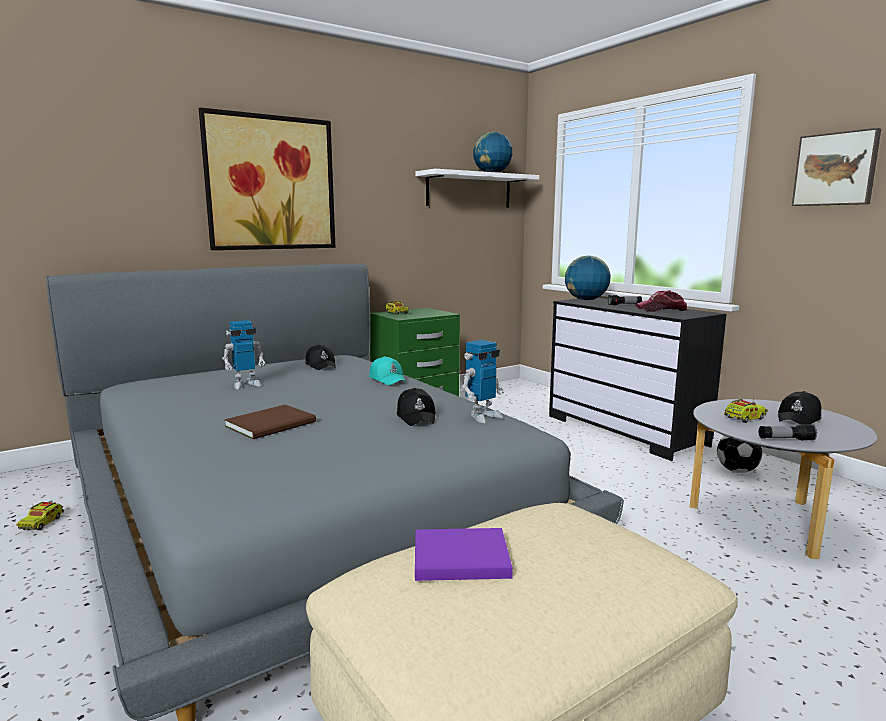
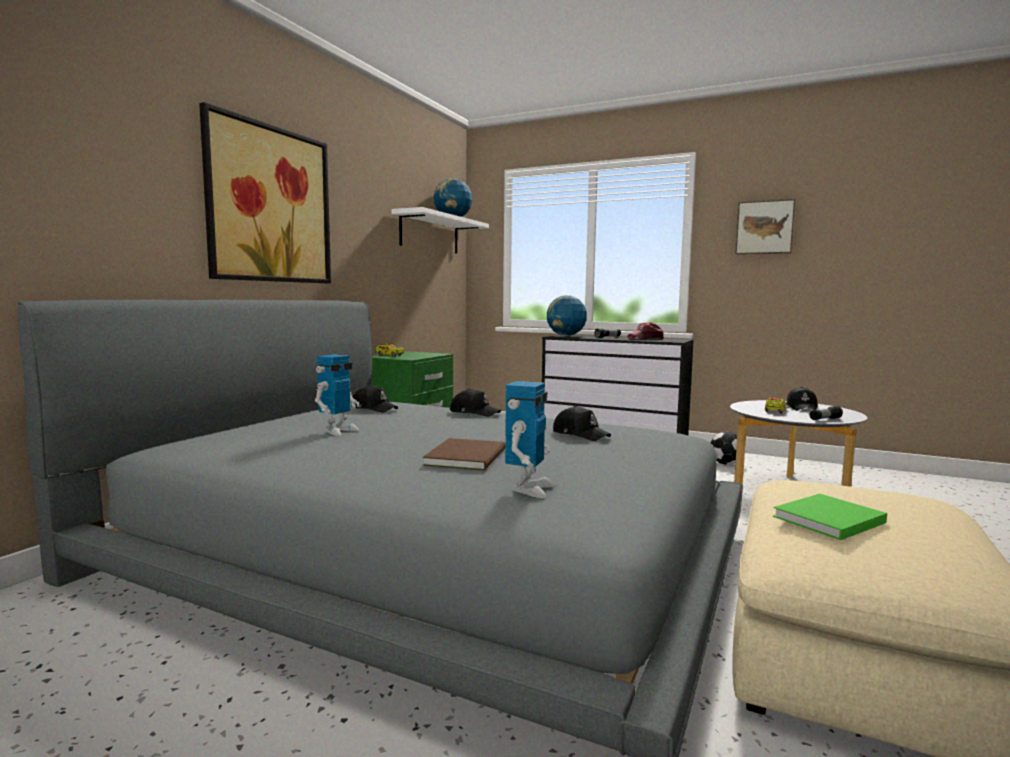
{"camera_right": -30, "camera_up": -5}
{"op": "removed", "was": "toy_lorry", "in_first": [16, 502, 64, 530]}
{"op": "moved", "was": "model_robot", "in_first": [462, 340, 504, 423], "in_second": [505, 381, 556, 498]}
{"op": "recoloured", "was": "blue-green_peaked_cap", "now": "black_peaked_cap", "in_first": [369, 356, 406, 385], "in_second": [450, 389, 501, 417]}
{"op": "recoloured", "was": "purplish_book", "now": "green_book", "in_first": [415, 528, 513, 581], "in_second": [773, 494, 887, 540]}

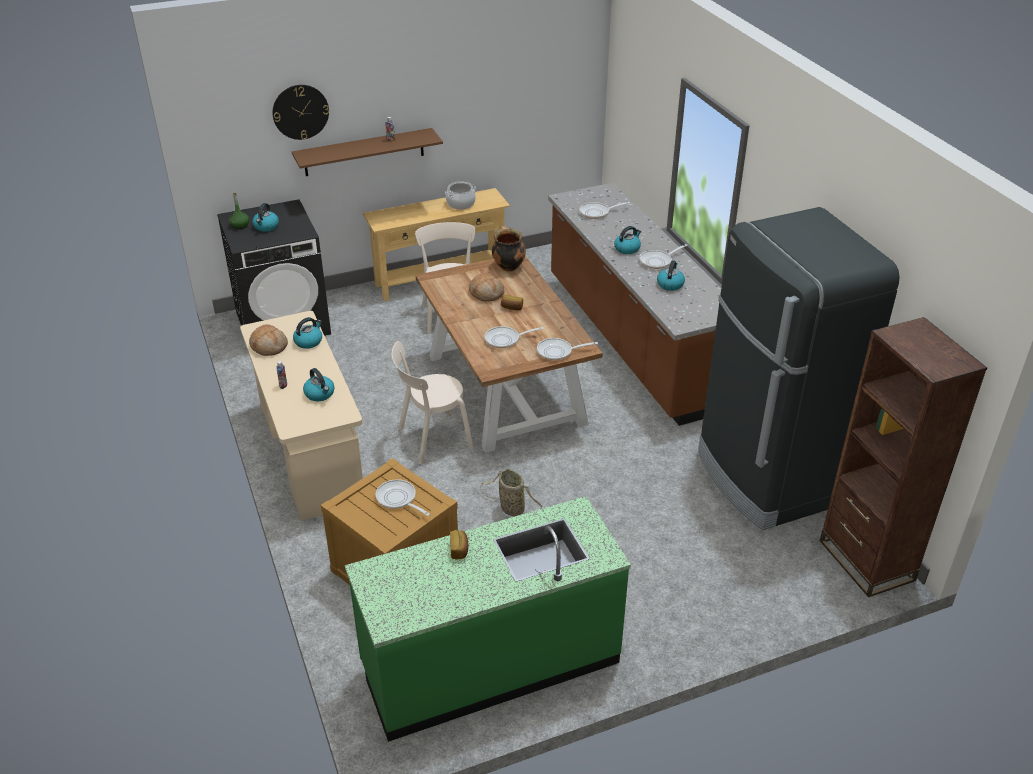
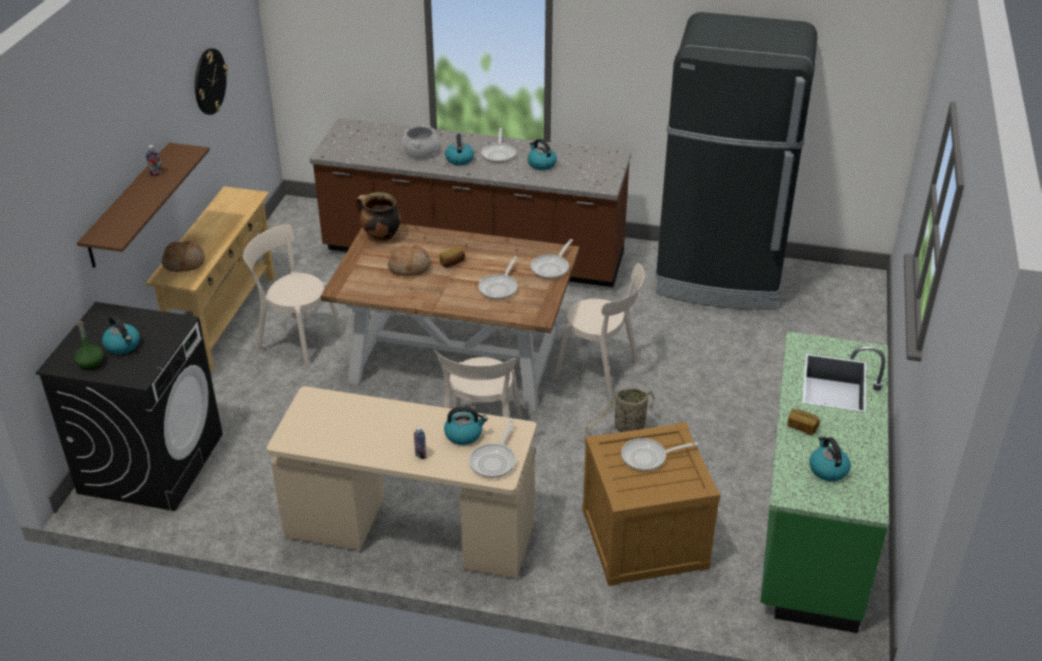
{"camera_right": -55, "camera_up": 0}
{"op": "removed", "was": "brownish_shelving_unit", "in_first": [820, 317, 987, 597]}
{"op": "added", "now": "beige_chair", "in_second": [554, 263, 645, 398]}
{"op": "moved", "was": "bakery_bread", "in_first": [249, 324, 288, 356], "in_second": [162, 240, 205, 272]}
{"op": "moved", "was": "wall_clock", "in_first": [272, 85, 329, 140], "in_second": [195, 48, 228, 115]}
{"op": "moved", "was": "kettle", "in_first": [293, 317, 322, 349], "in_second": [809, 436, 851, 481]}
{"op": "moved", "was": "saucepot", "in_first": [445, 181, 476, 209], "in_second": [402, 125, 438, 159]}
{"op": "moved", "was": "pan", "in_first": [579, 202, 630, 219], "in_second": [469, 419, 516, 478]}

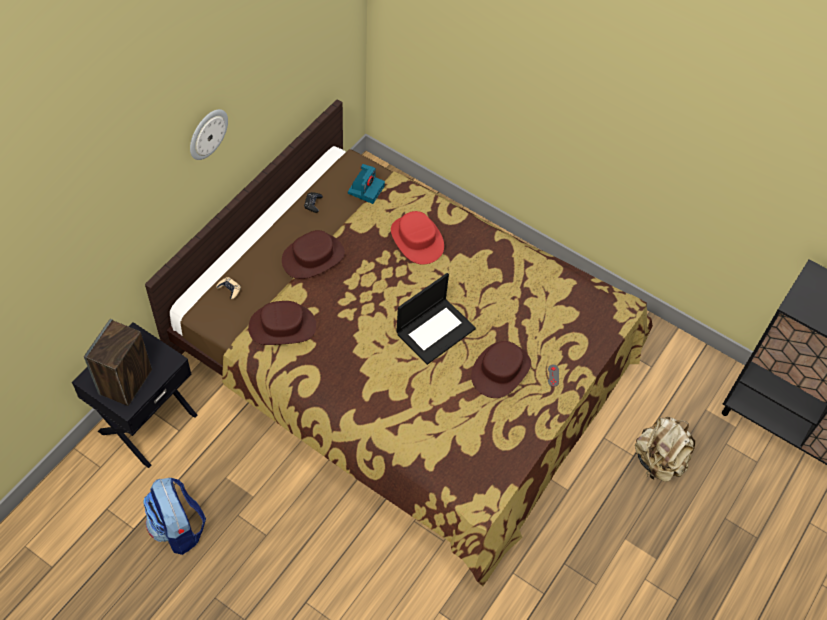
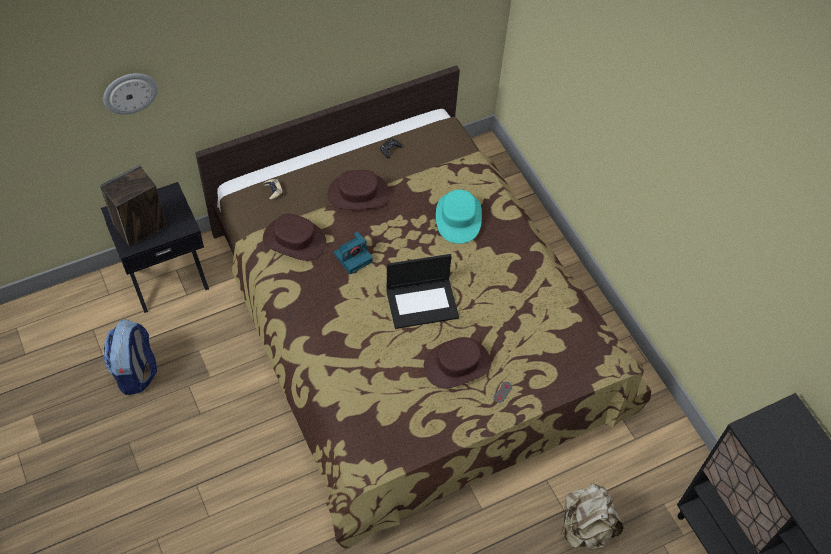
{"camera_right": 30, "camera_up": 0}
{"op": "moved", "was": "wall_clock", "in_first": [190, 109, 228, 160], "in_second": [103, 73, 158, 115]}
{"op": "moved", "was": "photo_camera", "in_first": [348, 164, 385, 204], "in_second": [334, 232, 373, 274]}
{"op": "recoloured", "was": "red-coloured_hat", "now": "blue-green_hat", "in_first": [391, 211, 444, 265], "in_second": [436, 190, 482, 244]}

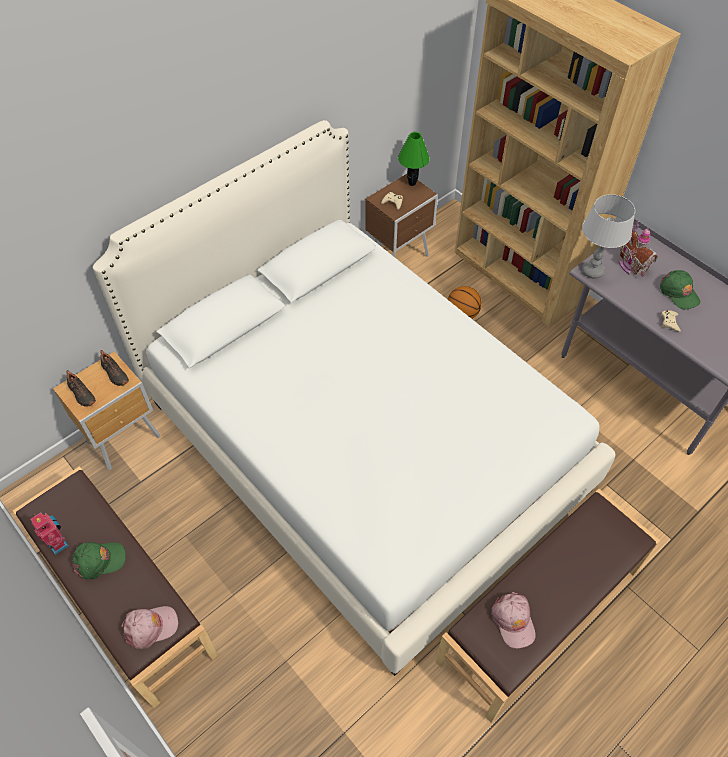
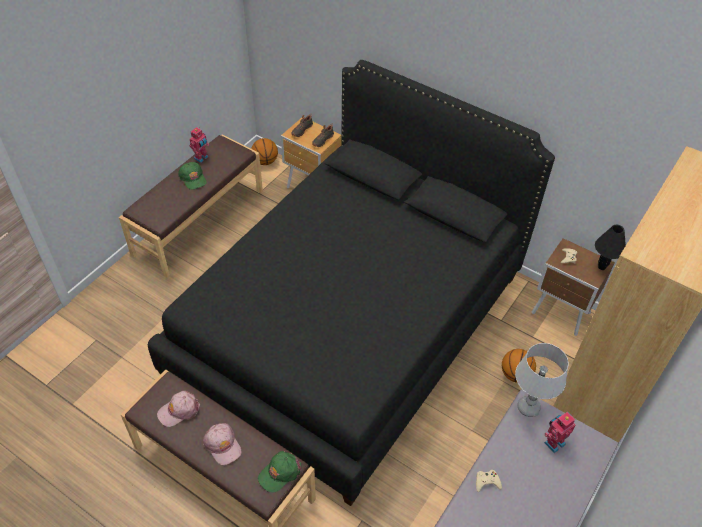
{"camera_right": 75, "camera_up": -5}
{"op": "added", "now": "ball_for_basketball", "in_second": [251, 138, 278, 165]}
{"op": "moved", "was": "pinkish_peaked_cap", "in_first": [121, 606, 178, 649], "in_second": [203, 423, 242, 465]}
{"op": "moved", "was": "green_peaked_cap", "in_first": [660, 270, 700, 309], "in_second": [258, 451, 301, 493]}
{"op": "replaced", "was": "model_house", "now": "model_robot", "in_first": [618, 220, 658, 277], "in_second": [544, 412, 575, 453]}
{"op": "recoloured", "was": "white-coloured_sleeping_bed", "now": "black_sleeping_bed", "in_first": [93, 120, 615, 676], "in_second": [148, 60, 555, 506]}
{"op": "recoloured", "was": "green_table_lamp", "now": "black_table_lamp", "in_first": [398, 132, 429, 186], "in_second": [595, 224, 626, 270]}

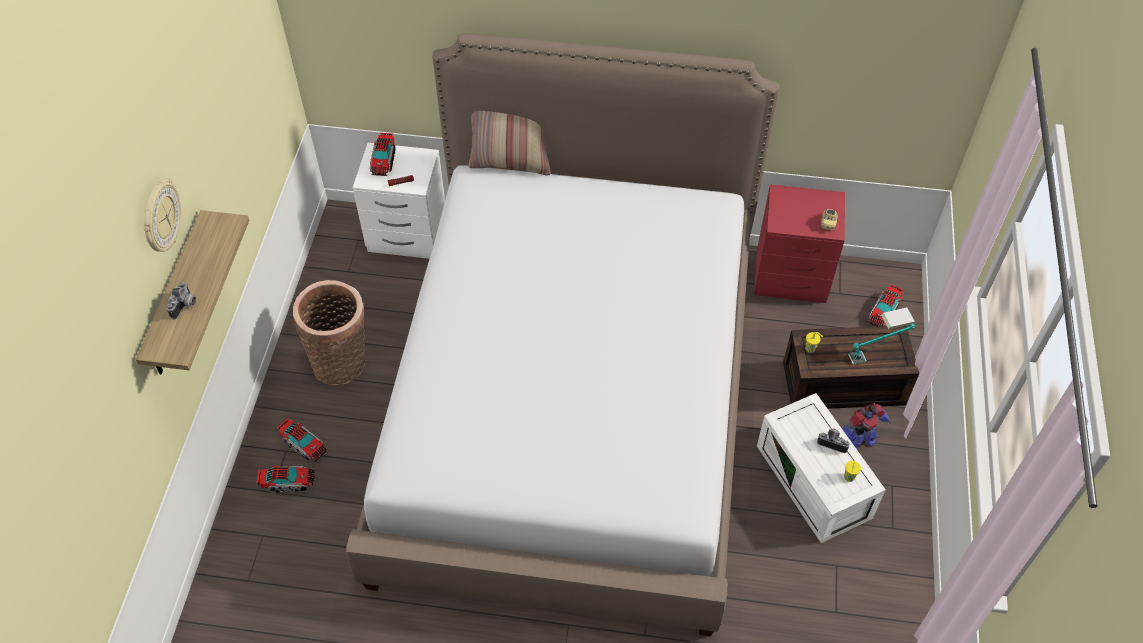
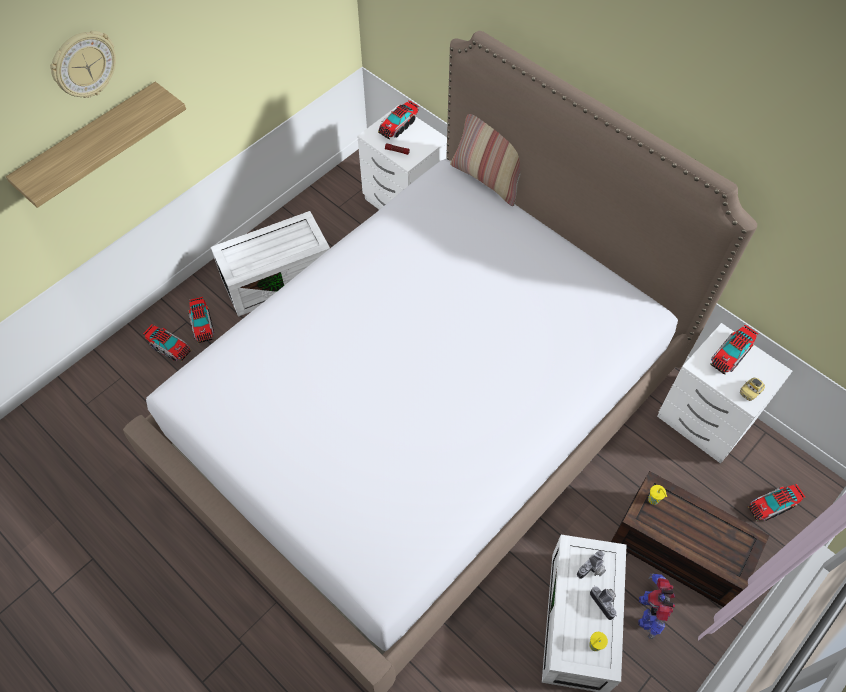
{"camera_right": 35, "camera_up": 5}
{"op": "removed", "was": "table_lamp", "in_first": [848, 307, 916, 365]}
{"op": "added", "now": "toy_lorry", "in_second": [710, 325, 758, 375]}
{"op": "moved", "was": "photo_camera", "in_first": [166, 282, 196, 319], "in_second": [577, 550, 606, 579]}
{"op": "replaced", "was": "basket", "now": "white-coloured_storage_box", "in_first": [293, 280, 365, 386], "in_second": [211, 211, 330, 317]}
{"op": "recoloured", "was": "red-coloured_night_table", "now": "white-coloured_night_table", "in_first": [754, 184, 845, 303], "in_second": [657, 323, 792, 464]}
{"op": "turned", "was": "model_robot", "in_first": [842, 403, 891, 449], "in_second": [638, 573, 675, 639], "clockwise": 90}

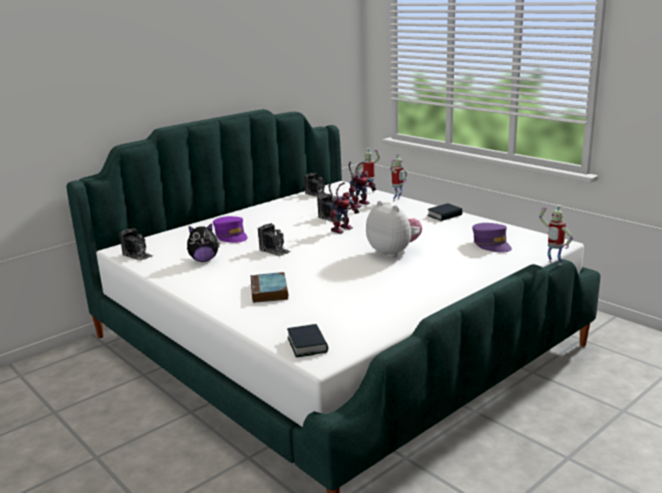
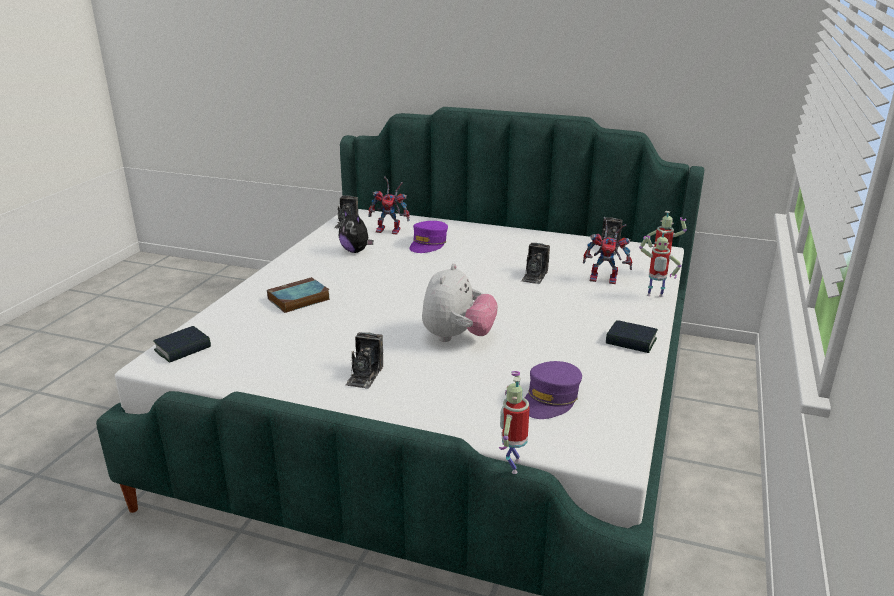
{"camera_right": 60, "camera_up": 5}
{"op": "moved", "was": "photo_camera", "in_first": [258, 223, 291, 256], "in_second": [345, 332, 383, 389]}
{"op": "moved", "was": "model_robot", "in_first": [328, 182, 359, 234], "in_second": [368, 176, 410, 234]}

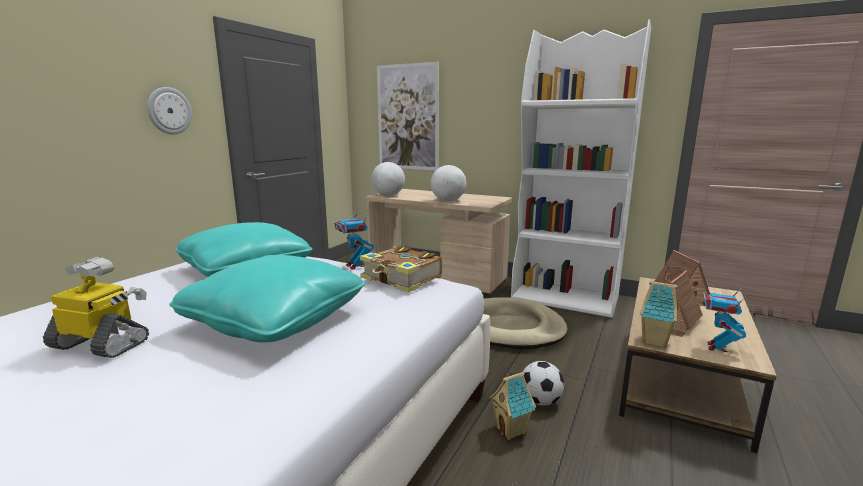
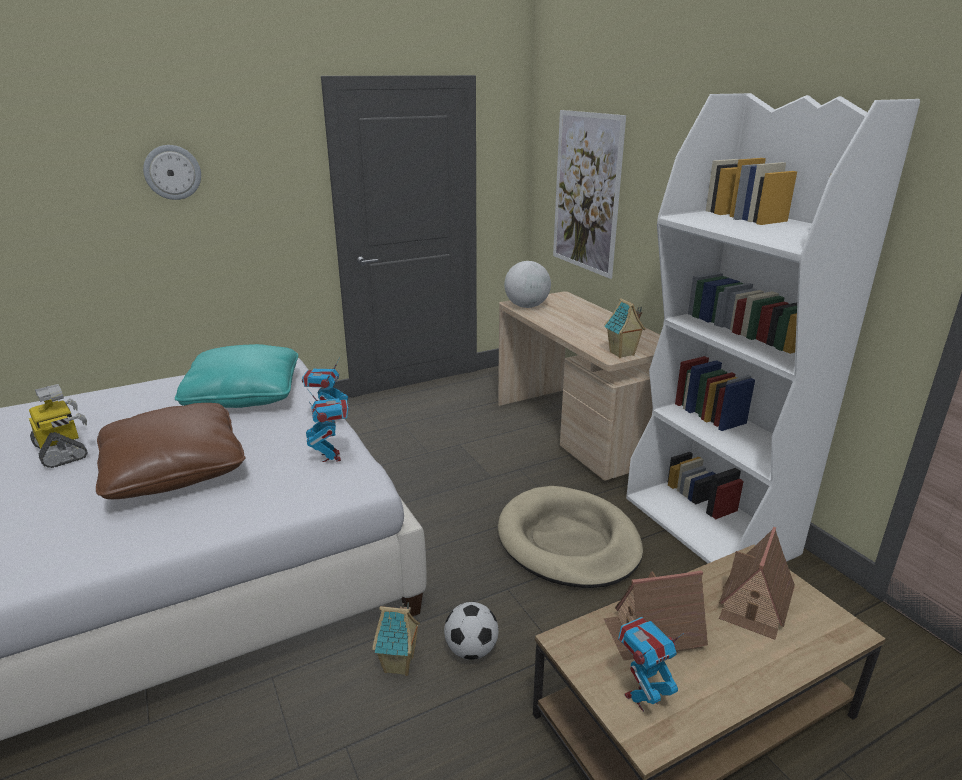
{"camera_right": 35, "camera_up": 10}
{"op": "removed", "was": "globe", "in_first": [431, 165, 466, 201]}
{"op": "moved", "was": "wall_clock", "in_first": [147, 87, 192, 135], "in_second": [143, 145, 201, 200]}
{"op": "moved", "was": "model_house", "in_first": [640, 281, 679, 348], "in_second": [604, 298, 645, 358]}
{"op": "replaced", "was": "book", "now": "model_robot", "in_first": [360, 246, 442, 293], "in_second": [306, 389, 349, 462]}
{"op": "recoloured", "was": "blue-green_pillow", "now": "brownish_pillow", "in_first": [169, 255, 365, 342], "in_second": [96, 403, 246, 499]}

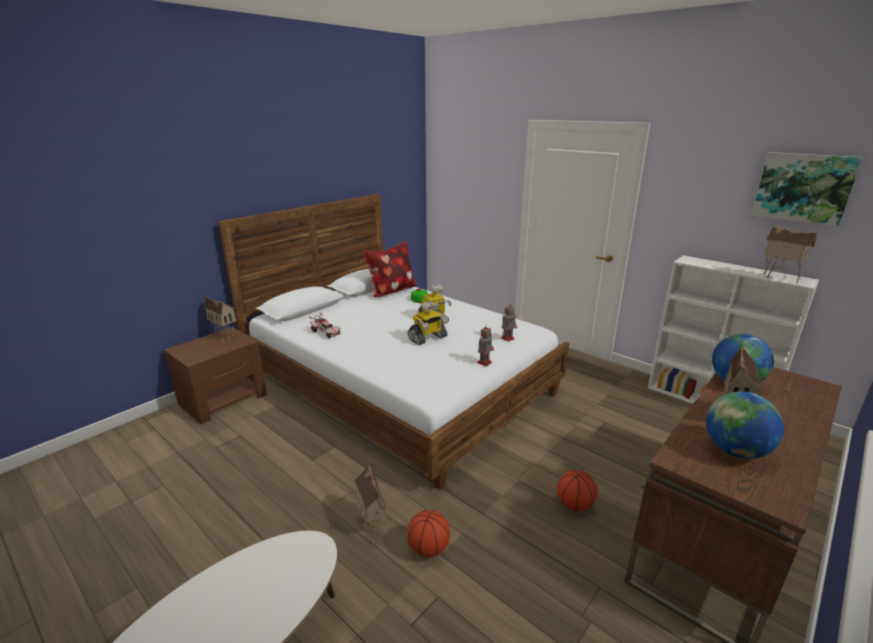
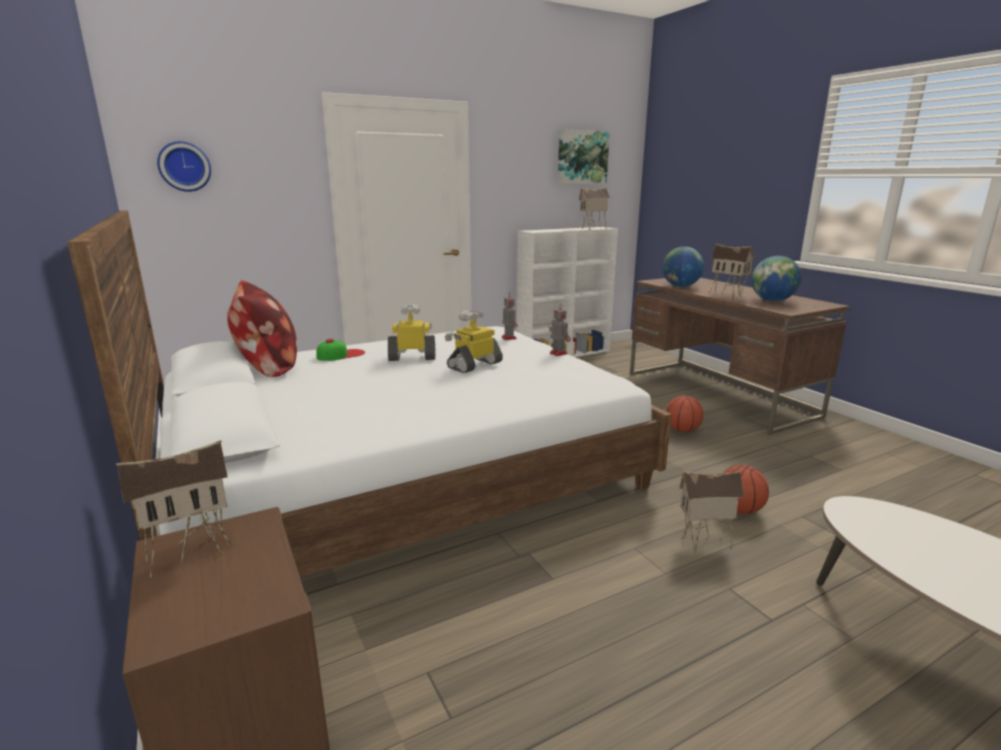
{"camera_right": -70, "camera_up": -5}
{"op": "removed", "was": "toy_car", "in_first": [309, 312, 341, 338]}
{"op": "added", "now": "wall_clock", "in_second": [157, 141, 211, 192]}
{"op": "turned", "was": "model_robot", "in_first": [408, 301, 448, 345], "in_second": [445, 310, 503, 373], "clockwise": -120}

